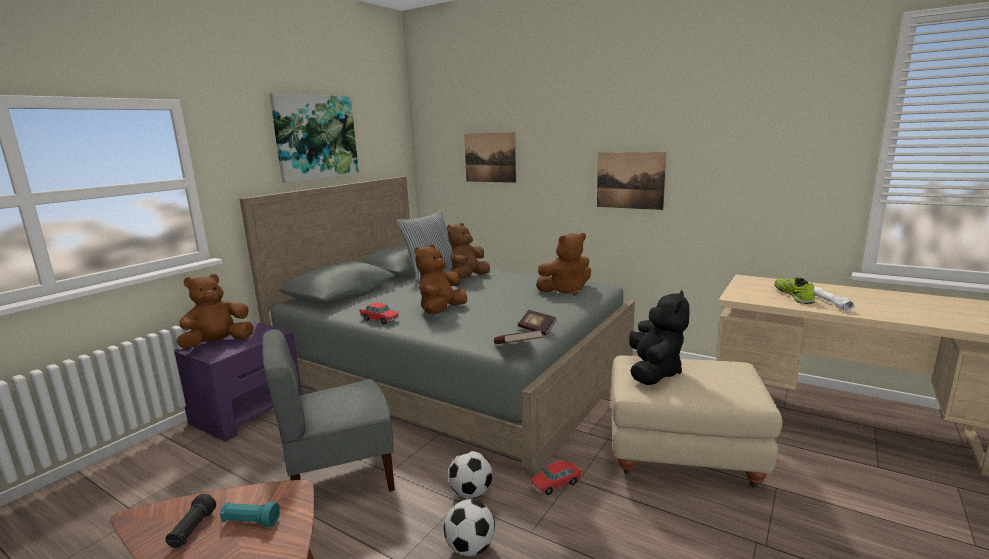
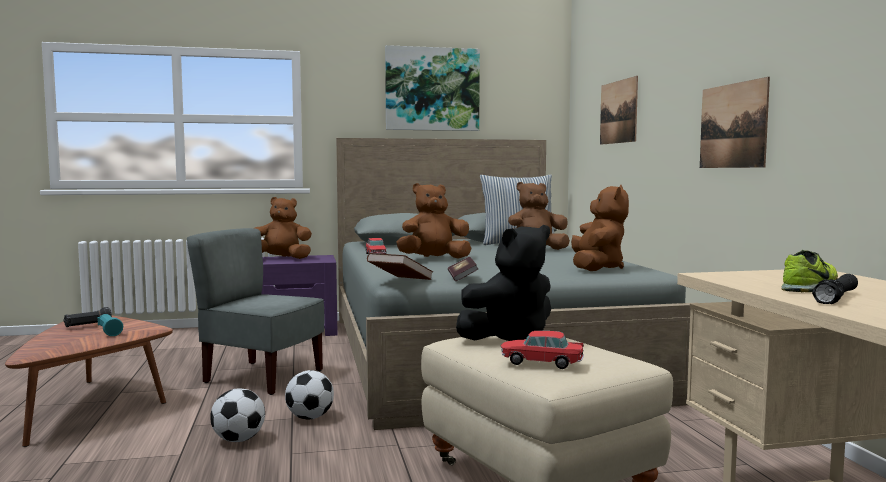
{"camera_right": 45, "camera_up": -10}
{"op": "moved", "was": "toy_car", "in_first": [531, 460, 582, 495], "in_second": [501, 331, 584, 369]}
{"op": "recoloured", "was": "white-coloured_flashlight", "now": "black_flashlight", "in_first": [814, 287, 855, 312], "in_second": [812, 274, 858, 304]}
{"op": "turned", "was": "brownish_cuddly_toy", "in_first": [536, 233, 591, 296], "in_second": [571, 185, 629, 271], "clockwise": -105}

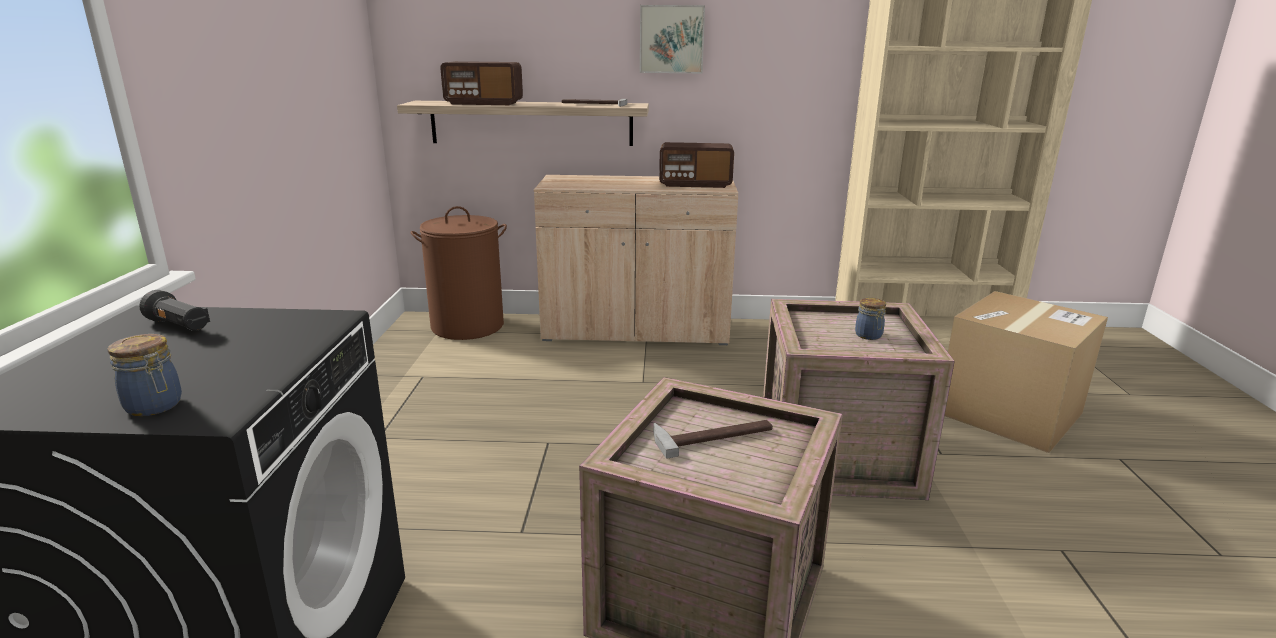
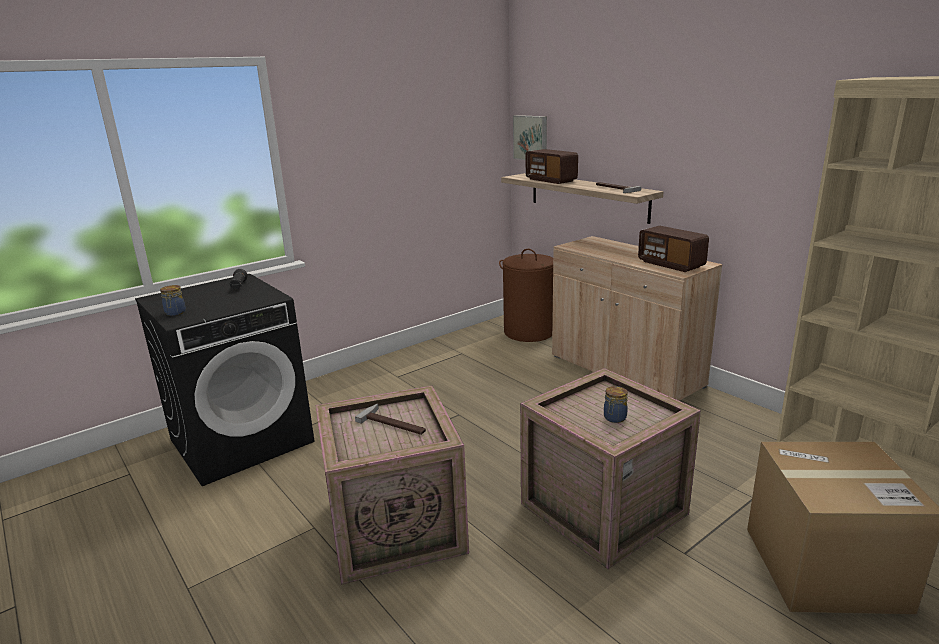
{"camera_right": 50, "camera_up": 0}
{"op": "moved", "was": "wall_picture", "in_first": [640, 5, 705, 73], "in_second": [513, 115, 547, 160]}

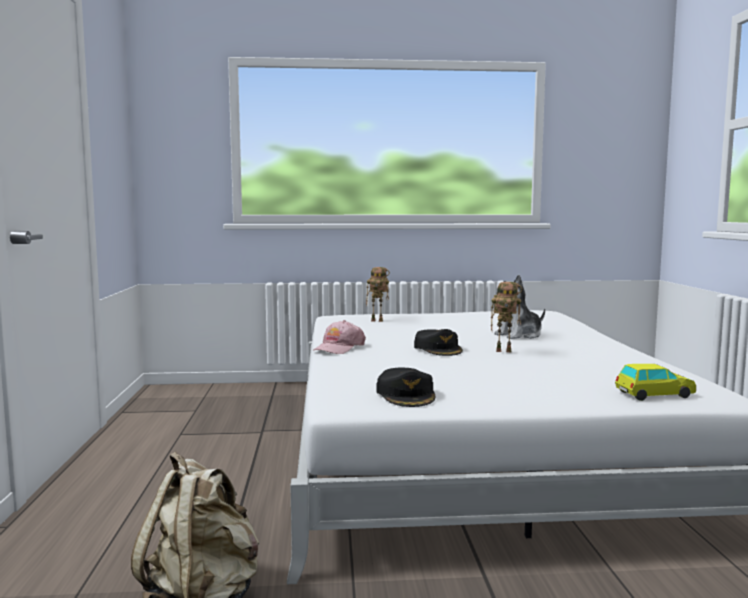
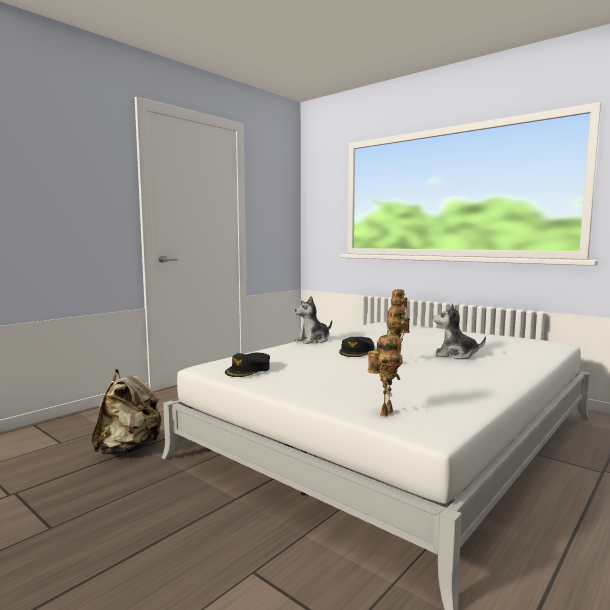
{"camera_right": 45, "camera_up": 0}
{"op": "replaced", "was": "pinkish_peaked_cap", "now": "cuddly_toy", "in_first": [312, 320, 366, 354], "in_second": [295, 296, 332, 344]}
{"op": "replaced", "was": "toy_car", "now": "model_robot", "in_first": [615, 364, 696, 401], "in_second": [368, 335, 403, 417]}

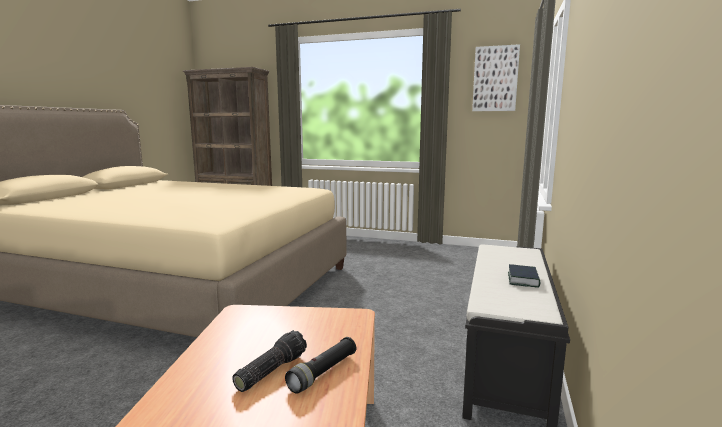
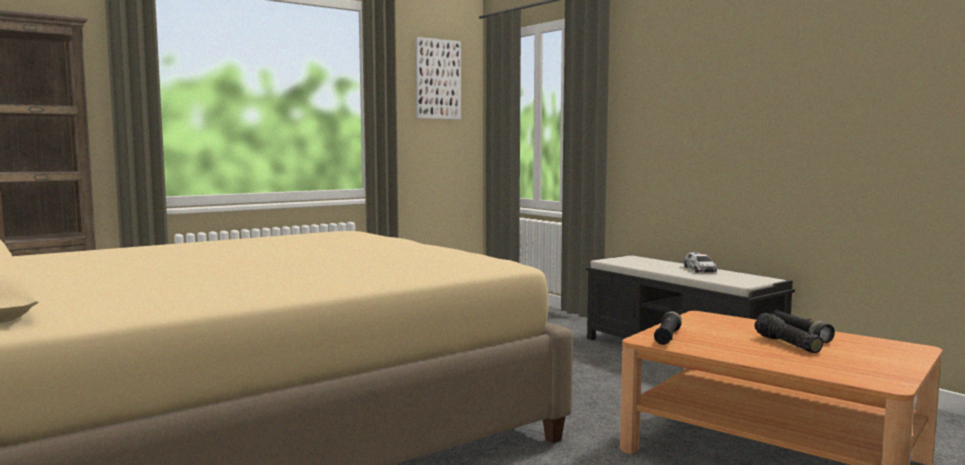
{"camera_right": -55, "camera_up": -5}
{"op": "added", "now": "black_flashlight", "in_second": [654, 311, 682, 345]}
{"op": "replaced", "was": "book", "now": "toy_car", "in_first": [508, 264, 540, 288], "in_second": [684, 253, 717, 273]}

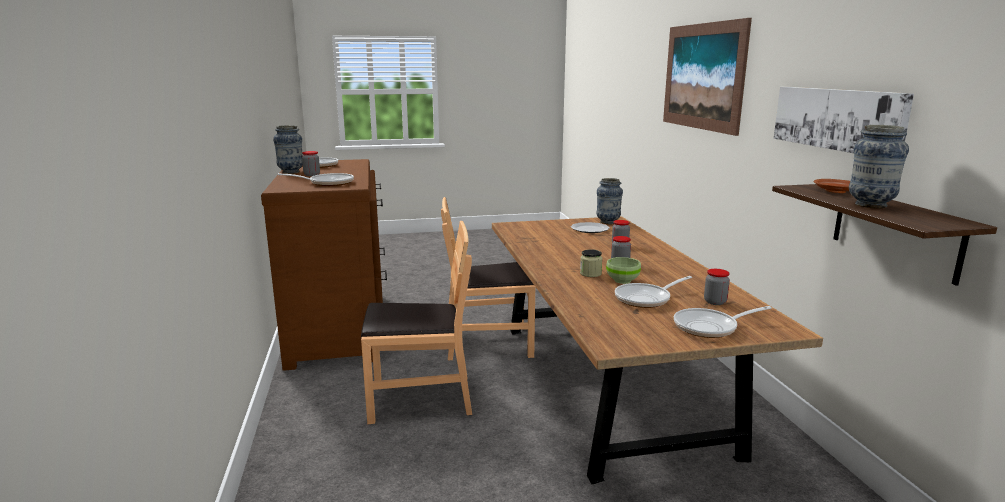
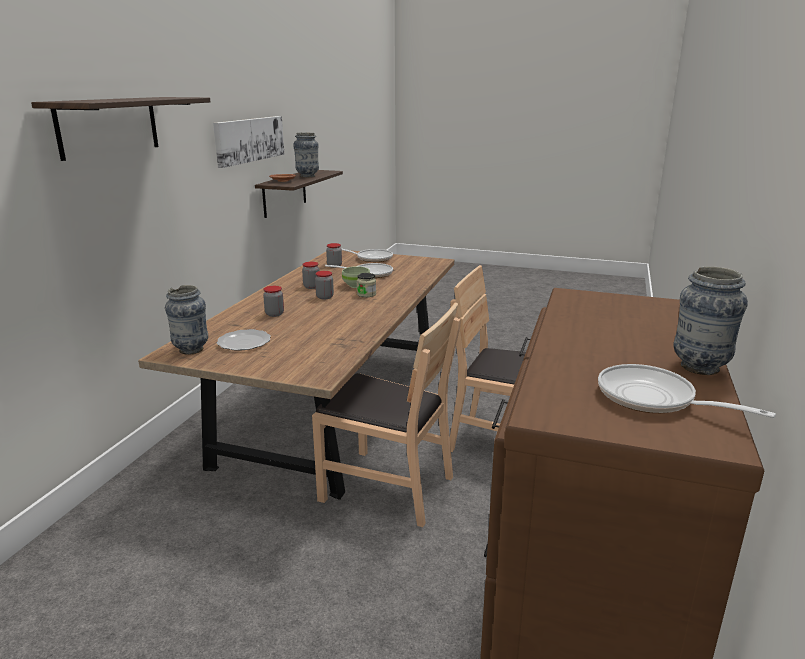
{"camera_right": -150, "camera_up": 5}
{"op": "removed", "was": "pan", "in_first": [278, 173, 354, 186]}
{"op": "moved", "was": "storage_jar", "in_first": [302, 151, 320, 176], "in_second": [302, 262, 319, 289]}
{"op": "replaced", "was": "wall_picture", "now": "bracket_shelf", "in_first": [663, 18, 752, 136], "in_second": [31, 97, 210, 161]}

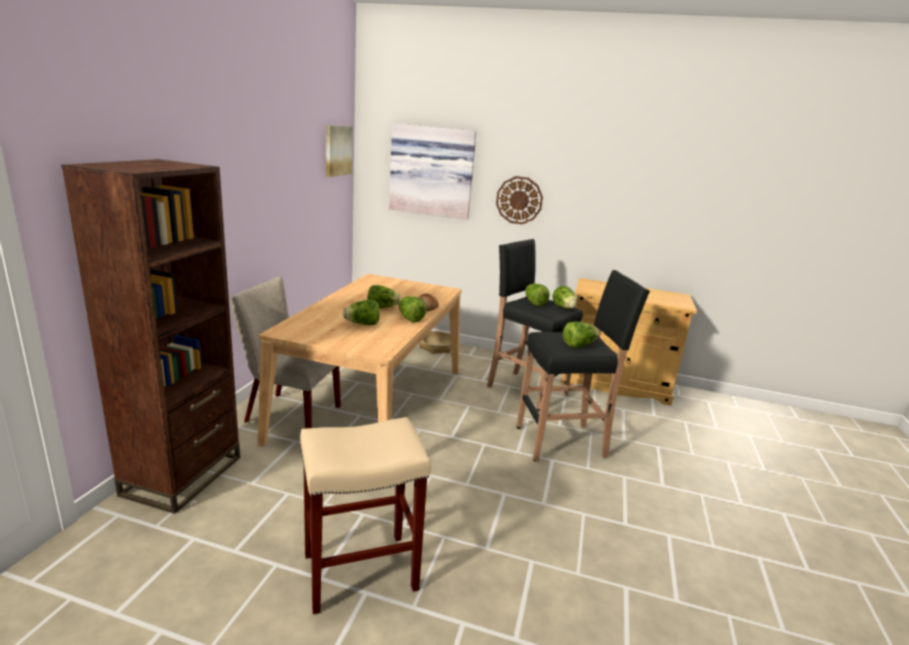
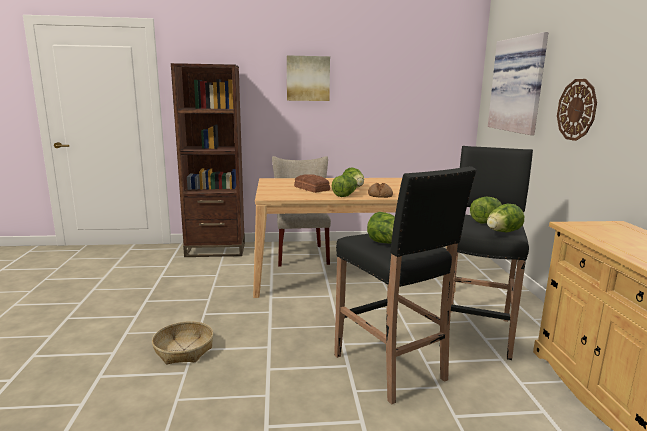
{"camera_right": 70, "camera_up": -5}
{"op": "removed", "was": "beige_stool", "in_first": [300, 417, 431, 615]}
{"op": "moved", "was": "wall_picture", "in_first": [326, 125, 352, 177], "in_second": [287, 55, 330, 101]}
{"op": "moved", "was": "basket", "in_first": [419, 331, 451, 354], "in_second": [152, 321, 213, 365]}
{"op": "replaced", "was": "head_of_lettuce", "now": "bakery_bread", "in_first": [343, 299, 380, 325], "in_second": [294, 174, 330, 193]}

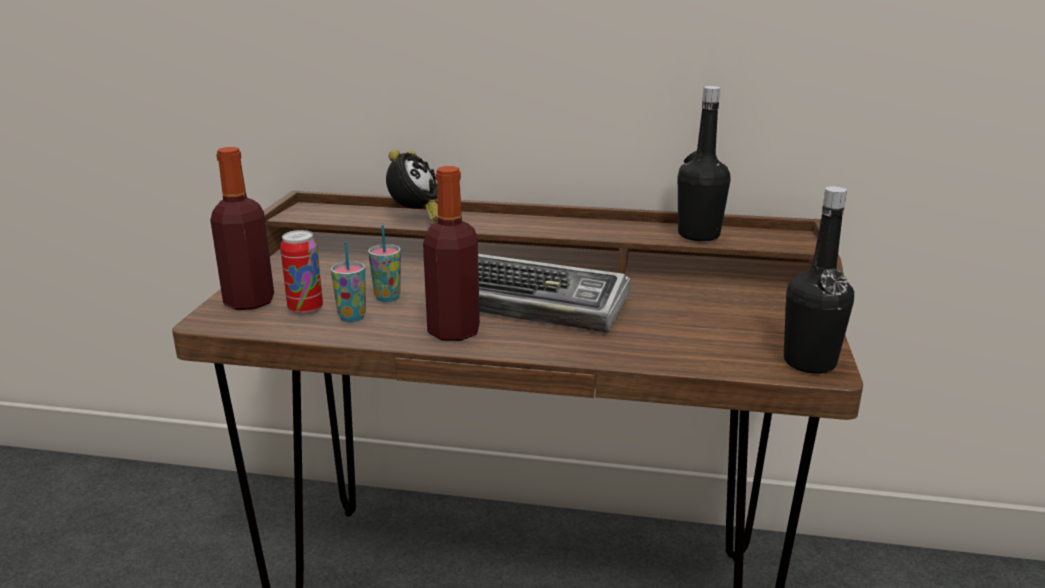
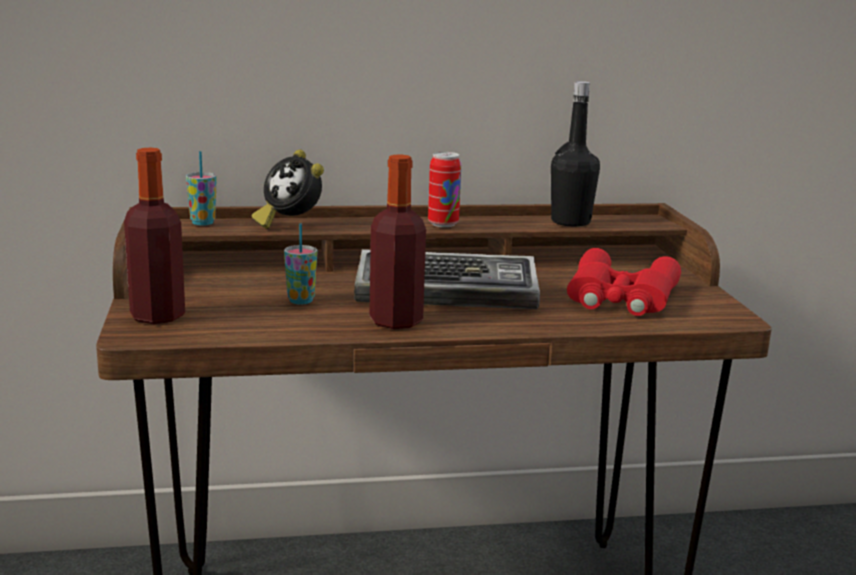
{"camera_right": -20, "camera_up": -5}
{"op": "removed", "was": "black_beverage_bottle", "in_first": [784, 186, 854, 374]}
{"op": "added", "now": "red-coloured_field_glasses", "in_second": [567, 248, 681, 316]}
{"op": "moved", "was": "metal_can", "in_first": [280, 230, 323, 316], "in_second": [428, 152, 461, 227]}
{"op": "moved", "was": "drinking_cup", "in_first": [331, 241, 366, 322], "in_second": [186, 151, 217, 226]}
{"op": "turned", "was": "alarm_clock", "in_first": [386, 149, 438, 222], "in_second": [252, 150, 324, 229], "clockwise": 135}

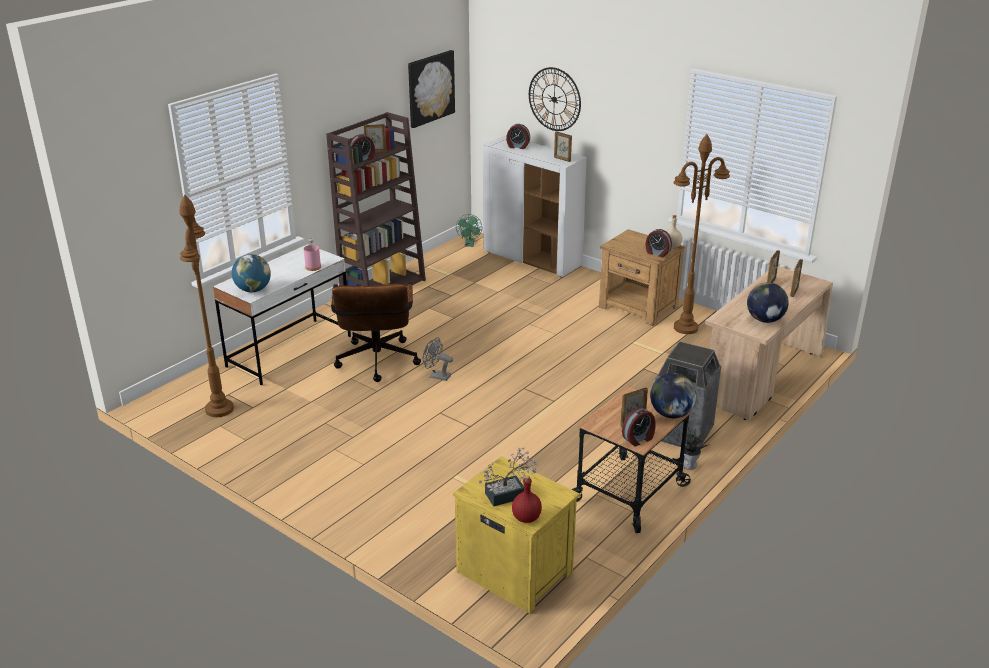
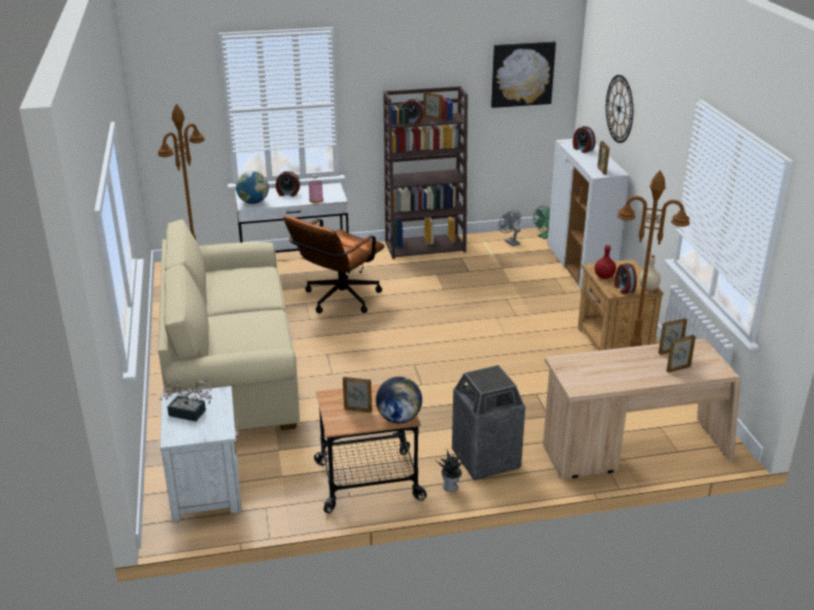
{"camera_right": 40, "camera_up": 0}
{"op": "removed", "was": "globe", "in_first": [747, 283, 789, 323]}
{"op": "added", "now": "beige_sofa", "in_second": [158, 219, 300, 430]}
{"op": "moved", "was": "gray_cooling_fan", "in_first": [423, 337, 453, 381], "in_second": [499, 210, 521, 246]}
{"op": "moved", "was": "red-coloured_beverage_bottle", "in_first": [512, 475, 542, 523], "in_second": [595, 244, 616, 279]}
{"op": "moved", "was": "alarm_clock", "in_first": [622, 407, 656, 446], "in_second": [276, 171, 300, 196]}
{"op": "recoloured", "was": "yellow-coloured_night_table", "now": "white-coloured_night_table", "in_first": [453, 456, 580, 613], "in_second": [160, 386, 242, 522]}

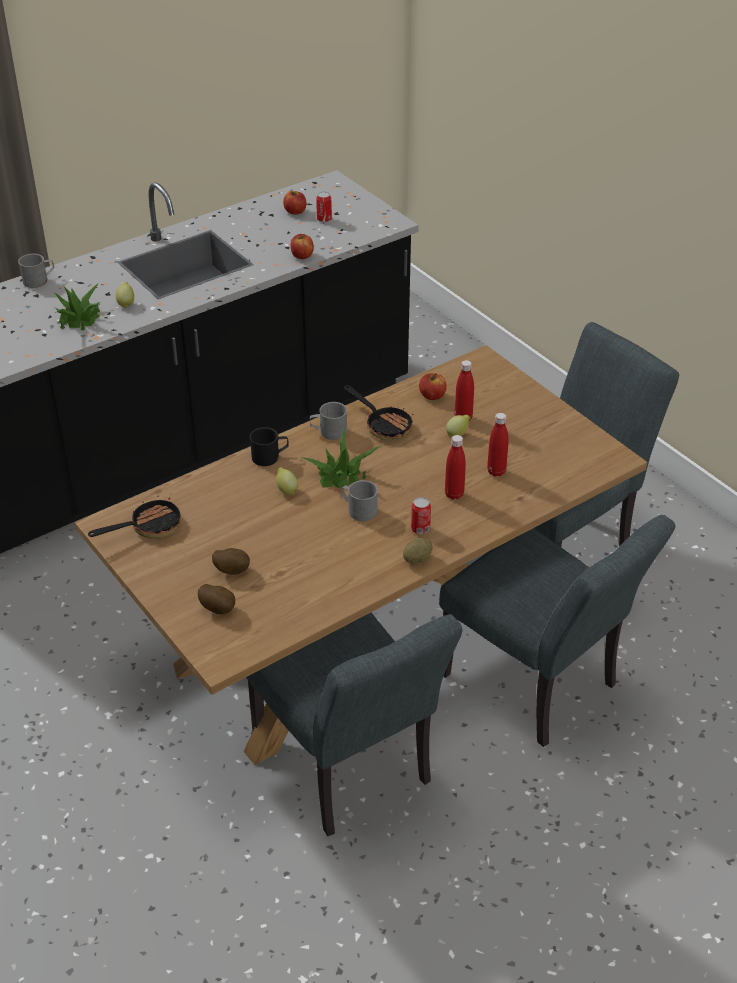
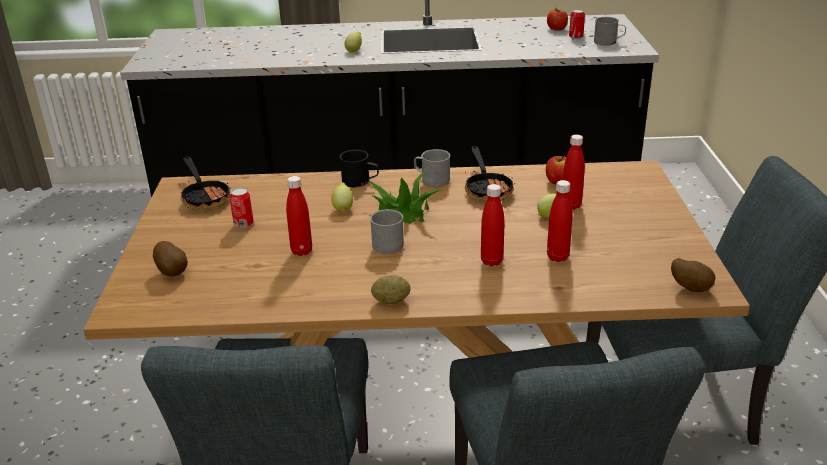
{"camera_right": 35, "camera_up": -10}
{"op": "removed", "was": "plant_in_a_pot", "in_first": [54, 283, 100, 330]}
{"op": "removed", "was": "apple_fruit", "in_first": [290, 234, 314, 259]}
{"op": "added", "now": "red-coloured_beverage_bottle", "in_second": [286, 176, 312, 256]}
{"op": "moved", "was": "gray_tea_mug", "in_first": [18, 254, 54, 288], "in_second": [594, 17, 626, 46]}
{"op": "moved", "was": "whole_potato", "in_first": [212, 548, 250, 575], "in_second": [671, 258, 715, 292]}
{"op": "moved", "was": "metal_can", "in_first": [411, 497, 431, 534], "in_second": [230, 188, 254, 228]}
{"op": "turned", "was": "pan", "in_first": [88, 495, 181, 539], "in_second": [178, 157, 231, 210], "clockwise": 60}

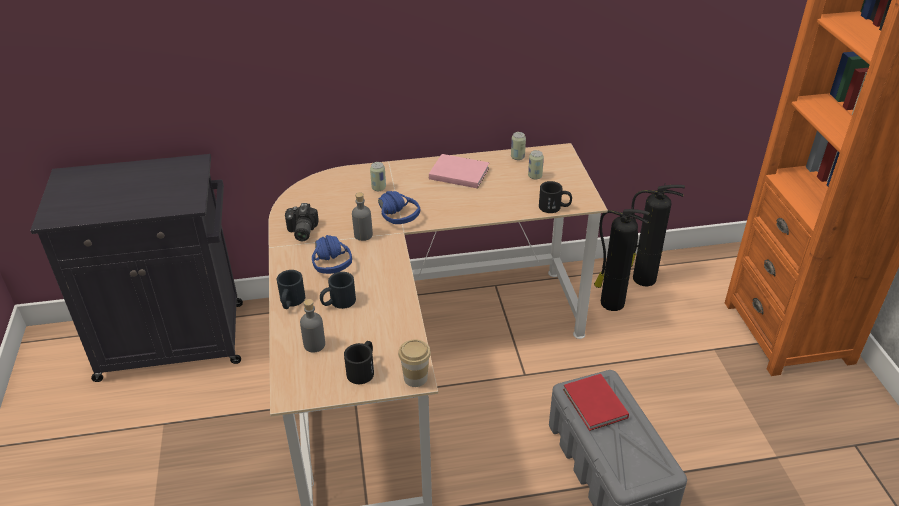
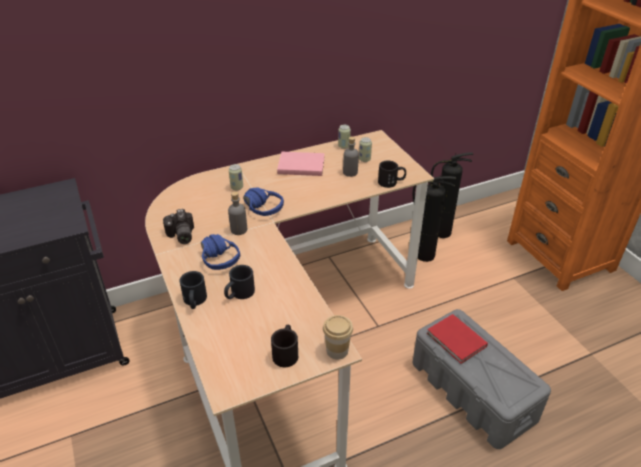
{"camera_right": -15, "camera_up": 0}
{"op": "moved", "was": "gray_beverage_bottle", "in_first": [300, 299, 325, 352], "in_second": [343, 137, 359, 177]}

